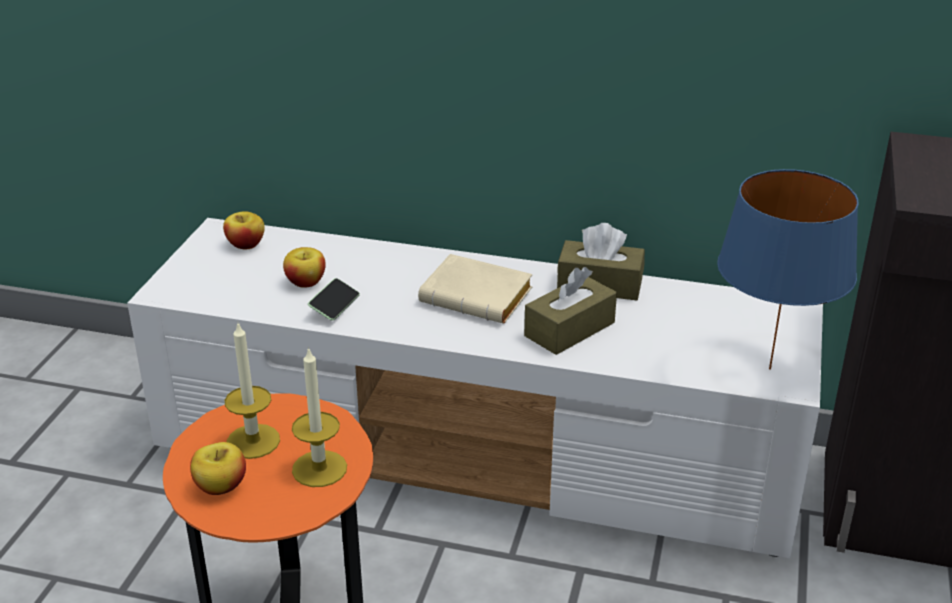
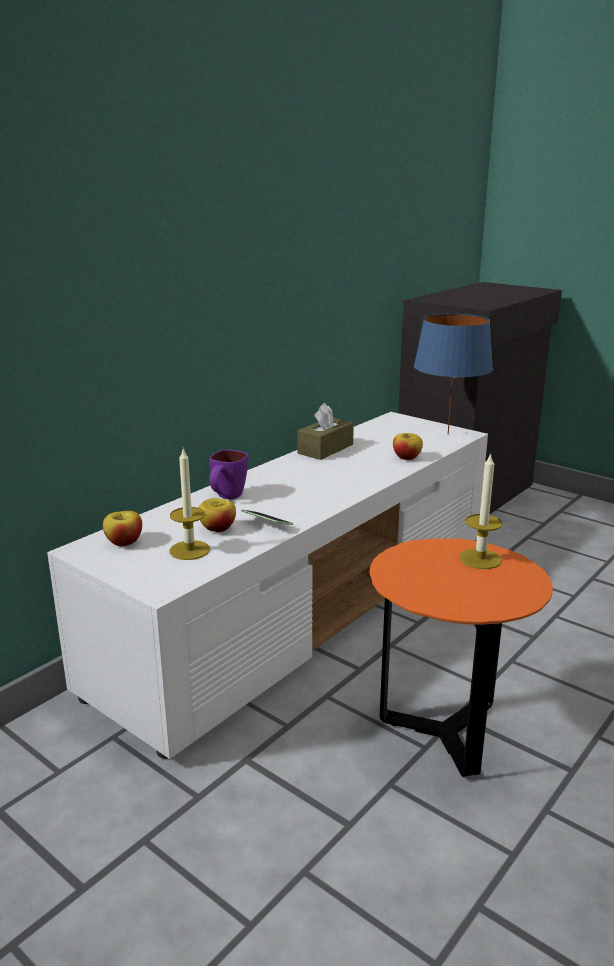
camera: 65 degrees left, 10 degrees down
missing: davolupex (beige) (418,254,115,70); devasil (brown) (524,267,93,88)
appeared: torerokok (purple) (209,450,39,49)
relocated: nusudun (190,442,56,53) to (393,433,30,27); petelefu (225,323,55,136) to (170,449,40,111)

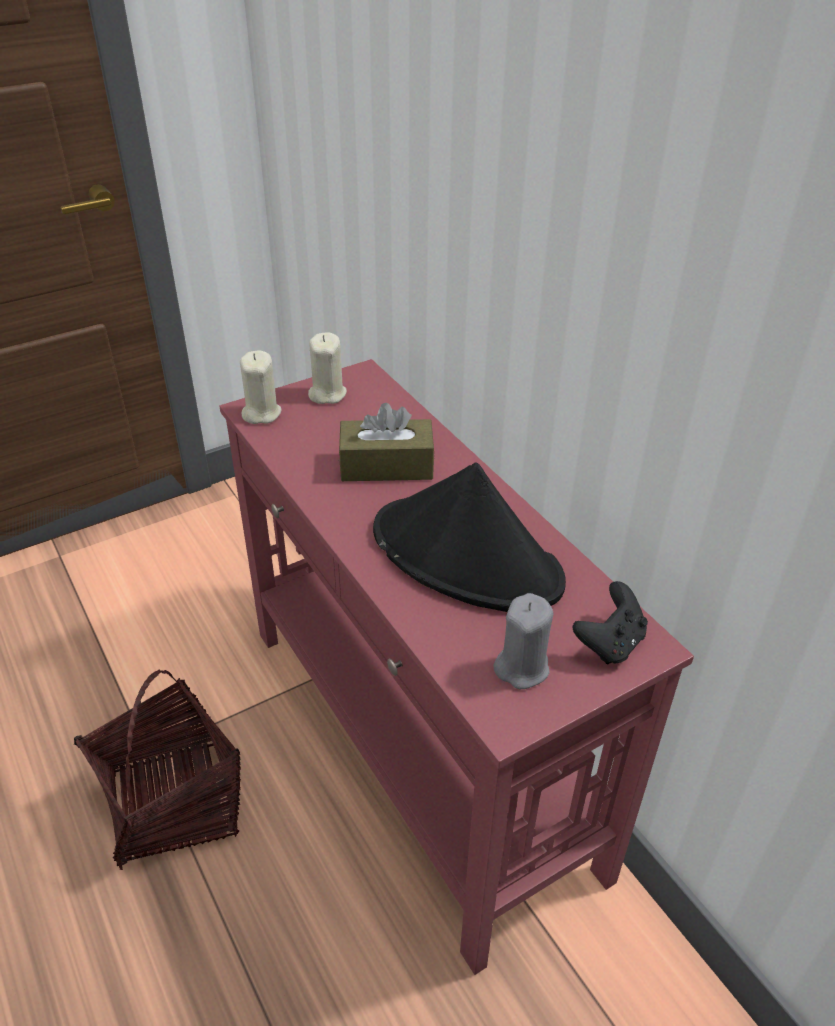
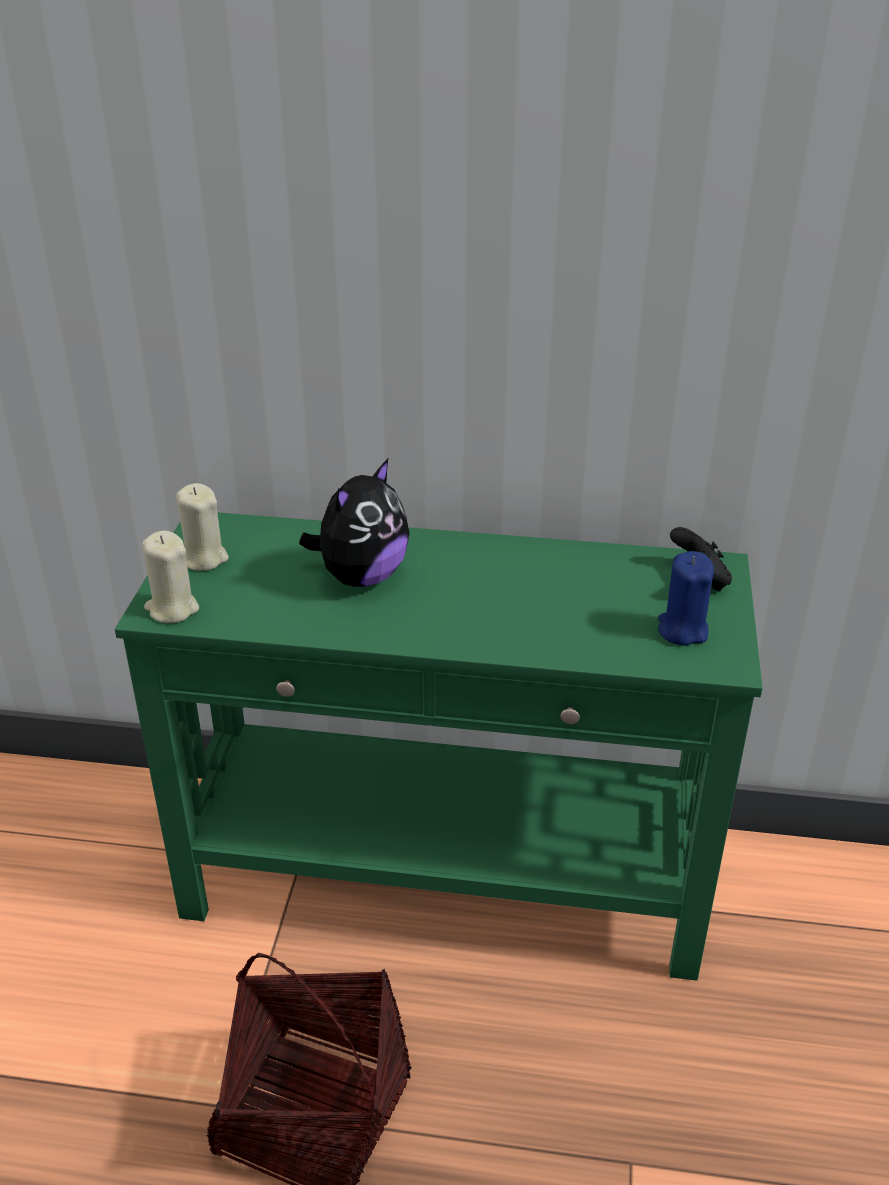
camera: 50 degrees left, 5 degrees down
missing: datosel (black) (373,462,193,150)
exchanged: devasil (brown) (339,403,96,78) to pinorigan (299,459,110,128)
colour: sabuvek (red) (220,359,474,616) to sabuvek (green) (115,512,648,469); petelefu (grey) (494,593,59,96) to petelefu (blue) (658,551,56,95)

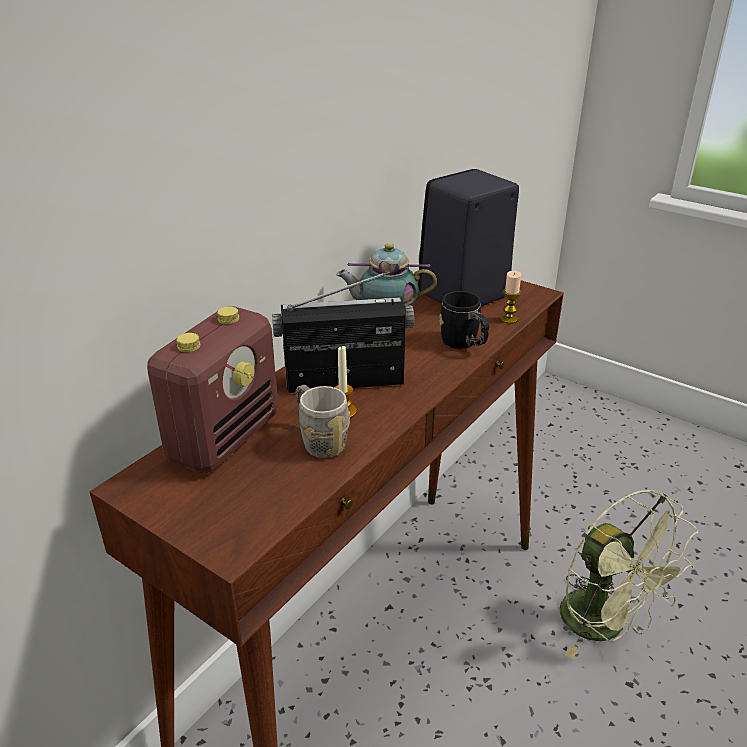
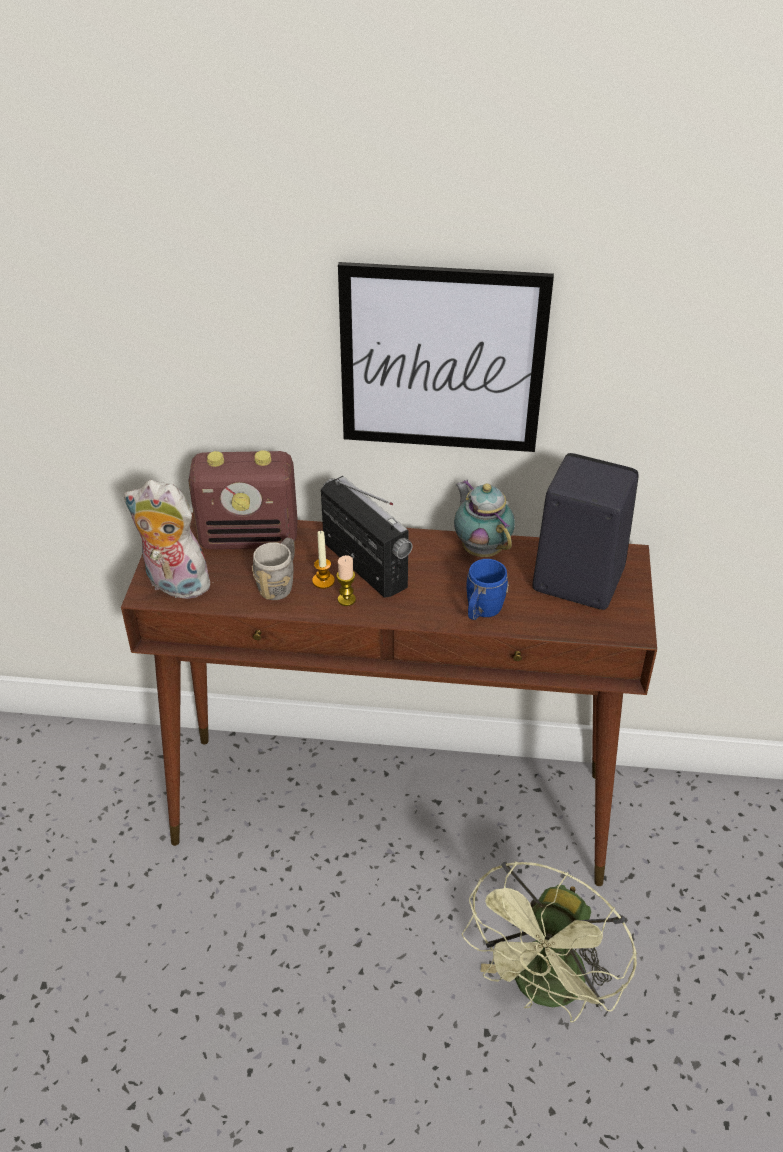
camera: 60 degrees right, 10 degrees up
appeared: pinorigan (124,480,89,119); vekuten (338,262,216,190)
relocated: petelefu (500,270,21,54) to (336,555,20,51)
colour: torerokok (black) (440,291,49,58) to torerokok (blue) (466,559,43,61)

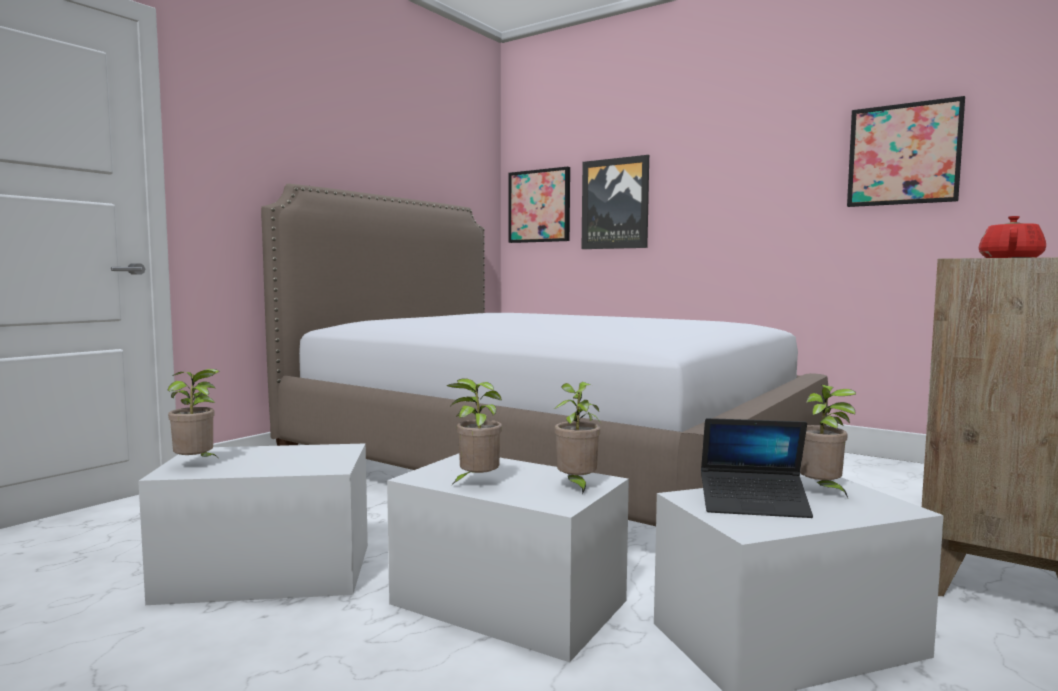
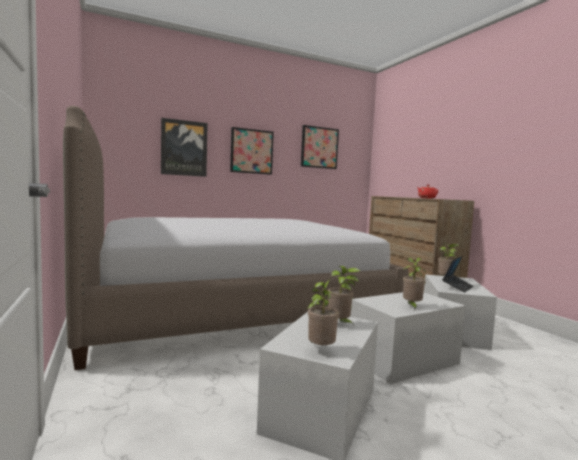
camera: 60 degrees left, 0 degrees up
relocated: vekuten (508,166,62,77) to (230,127,44,48); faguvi (554,382,47,113) to (328,266,32,59)

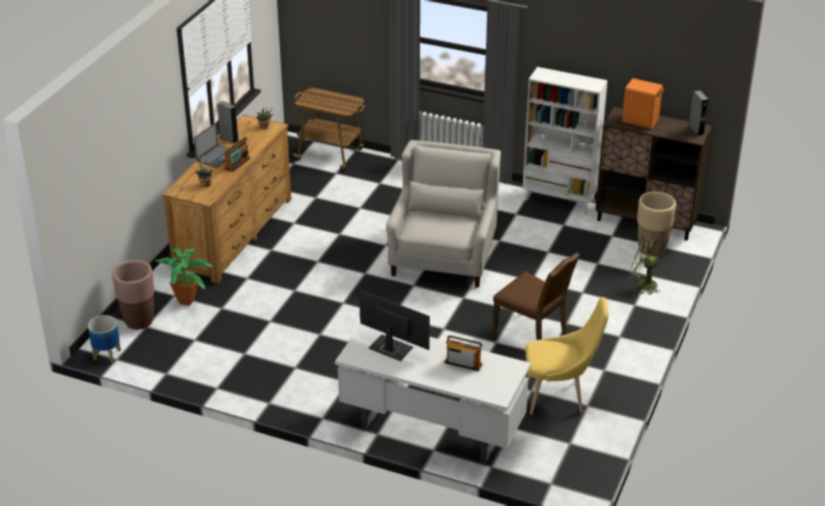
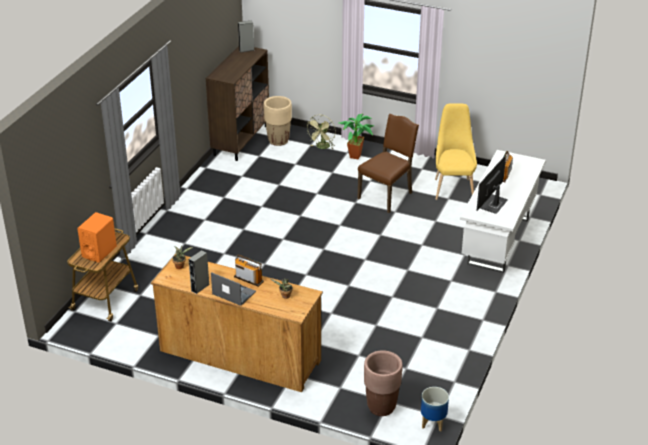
camera: 90 degrees left, 0 degrees up
missing: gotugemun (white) (386,140,115,148); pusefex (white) (523,67,85,148)
relocated: faguvi (155,248,57,58) to (339,114,36,46); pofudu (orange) (622,78,42,51) to (77,212,40,51)

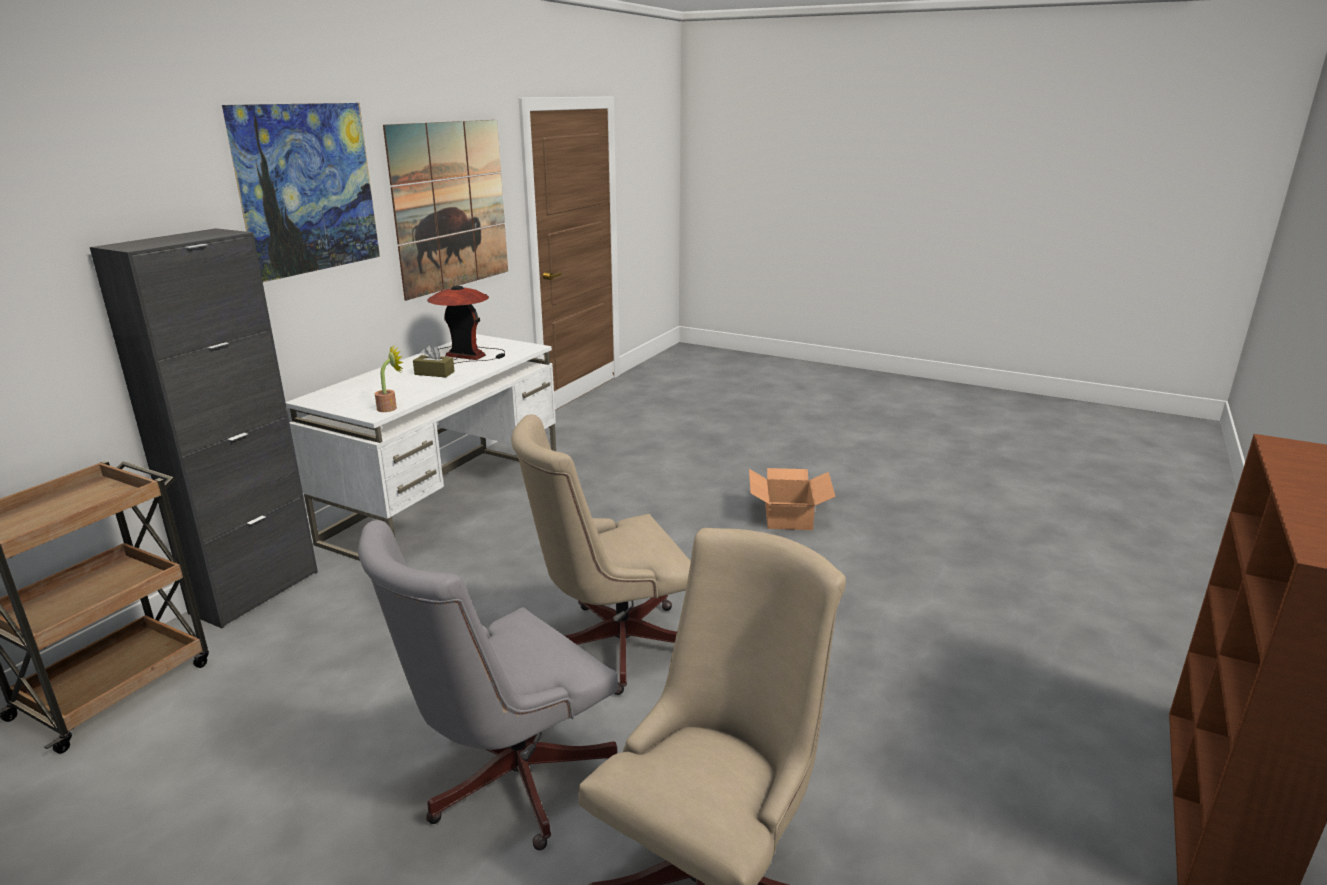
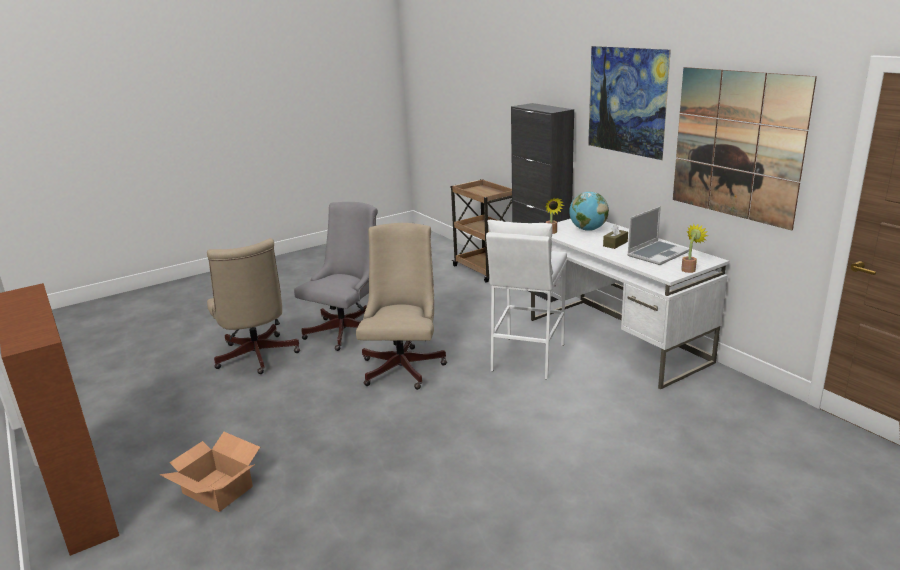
camera: 120 degrees right, 0 degrees up
appeared: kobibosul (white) (486,220,81,159); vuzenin (569,192,40,39); faguvi (681,223,27,50)
relocated: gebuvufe (749,468,86,62) to (159,432,101,80)
exchanged: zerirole (427,286,78,78) to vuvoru (627,206,62,59)
spun: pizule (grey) (358,520,260,330) = (294,202,84,149) 45 degrees clockwise

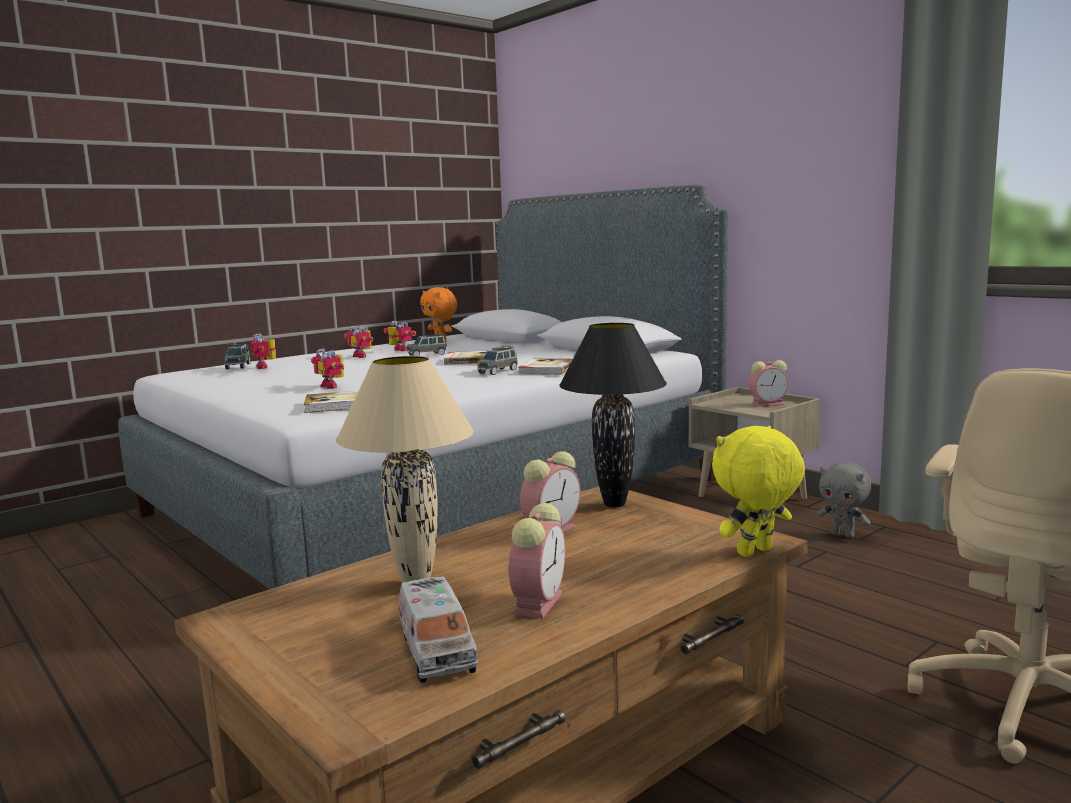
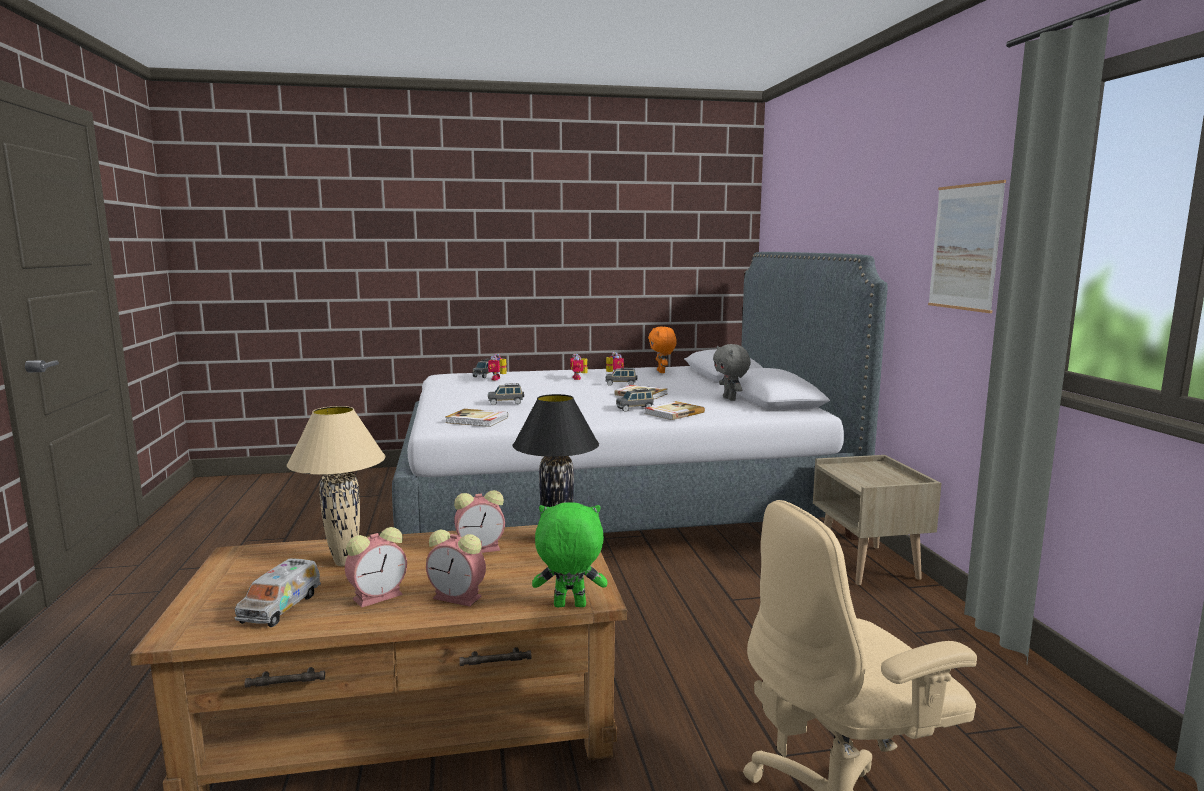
camera: 30 degrees right, 0 degrees up
appeared: vekuten (928,180,78,133)
relocated: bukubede (749,360,39,47) to (426,529,60,77); pinorigan (grey) (817,462,54,76) to (713,344,38,57)
exchanged: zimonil (311,349,33,40) to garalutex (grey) (488,383,36,22)
colour: pinorigan (yellow) (712,426,93,131) to pinorigan (green) (532,503,75,104)

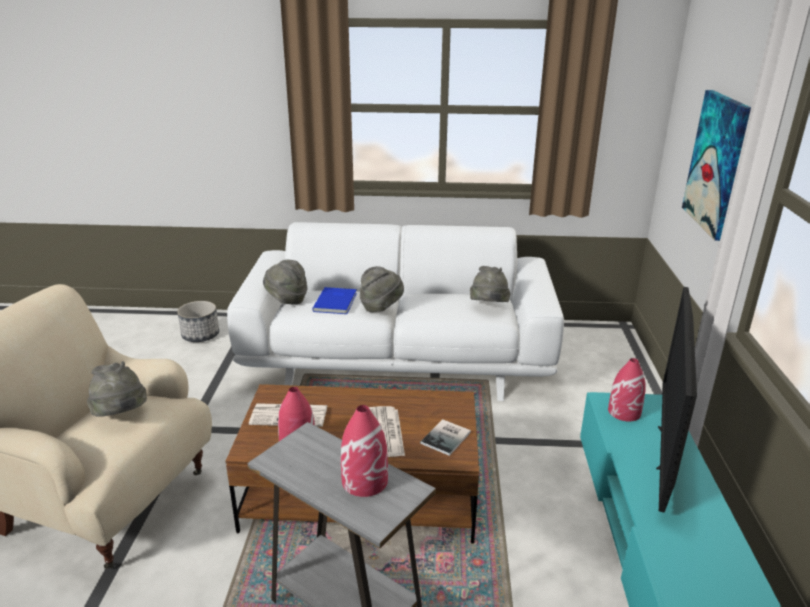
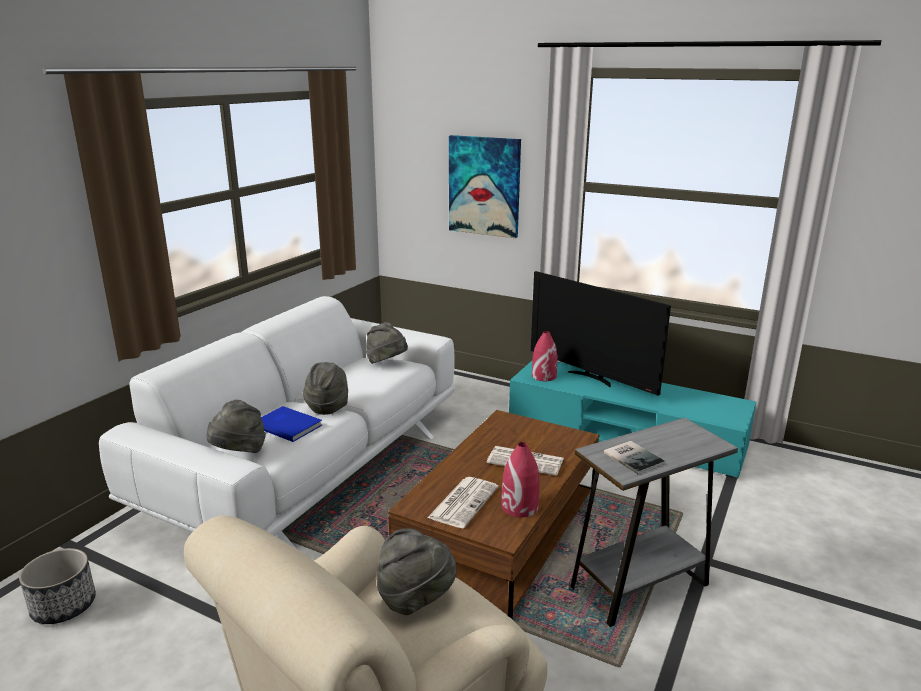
camera: 65 degrees left, 5 degrees down
missing: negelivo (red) (341,405,47,92)
relocated: davolupex (420,419,51,37) to (604,441,61,33)

